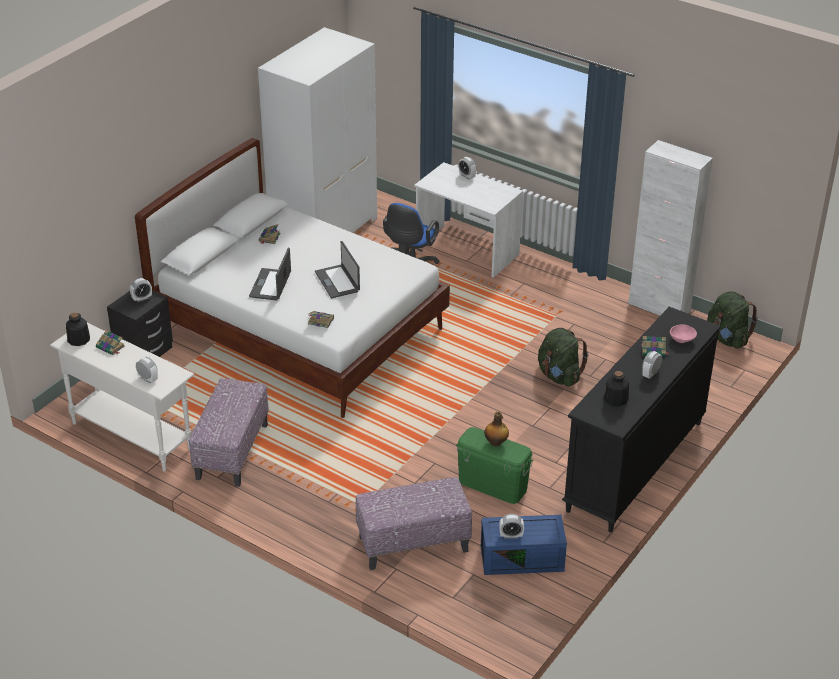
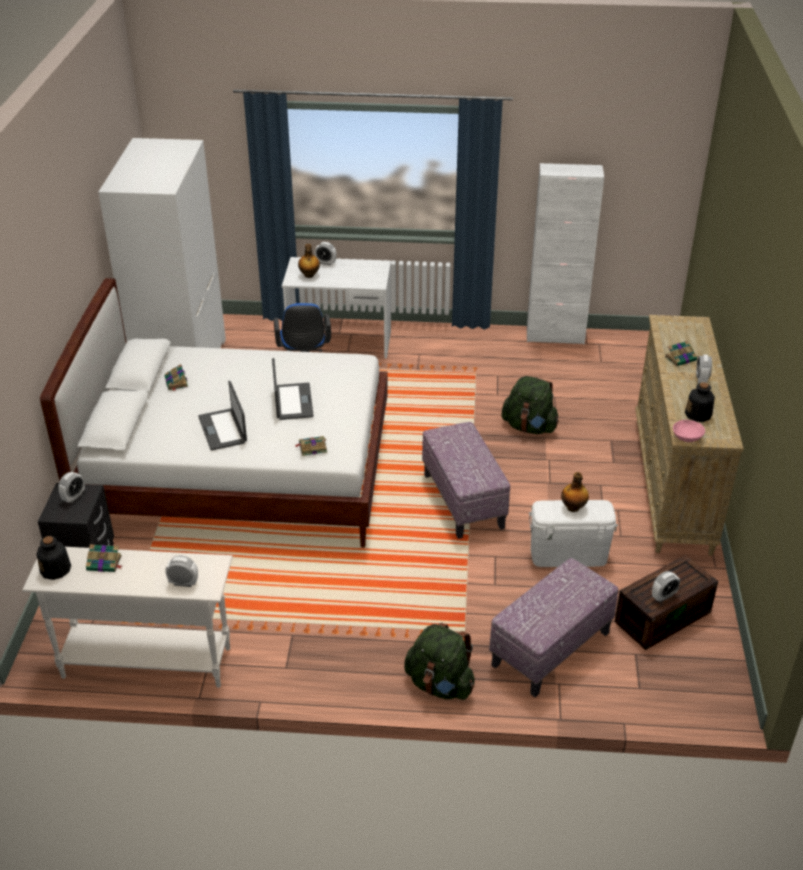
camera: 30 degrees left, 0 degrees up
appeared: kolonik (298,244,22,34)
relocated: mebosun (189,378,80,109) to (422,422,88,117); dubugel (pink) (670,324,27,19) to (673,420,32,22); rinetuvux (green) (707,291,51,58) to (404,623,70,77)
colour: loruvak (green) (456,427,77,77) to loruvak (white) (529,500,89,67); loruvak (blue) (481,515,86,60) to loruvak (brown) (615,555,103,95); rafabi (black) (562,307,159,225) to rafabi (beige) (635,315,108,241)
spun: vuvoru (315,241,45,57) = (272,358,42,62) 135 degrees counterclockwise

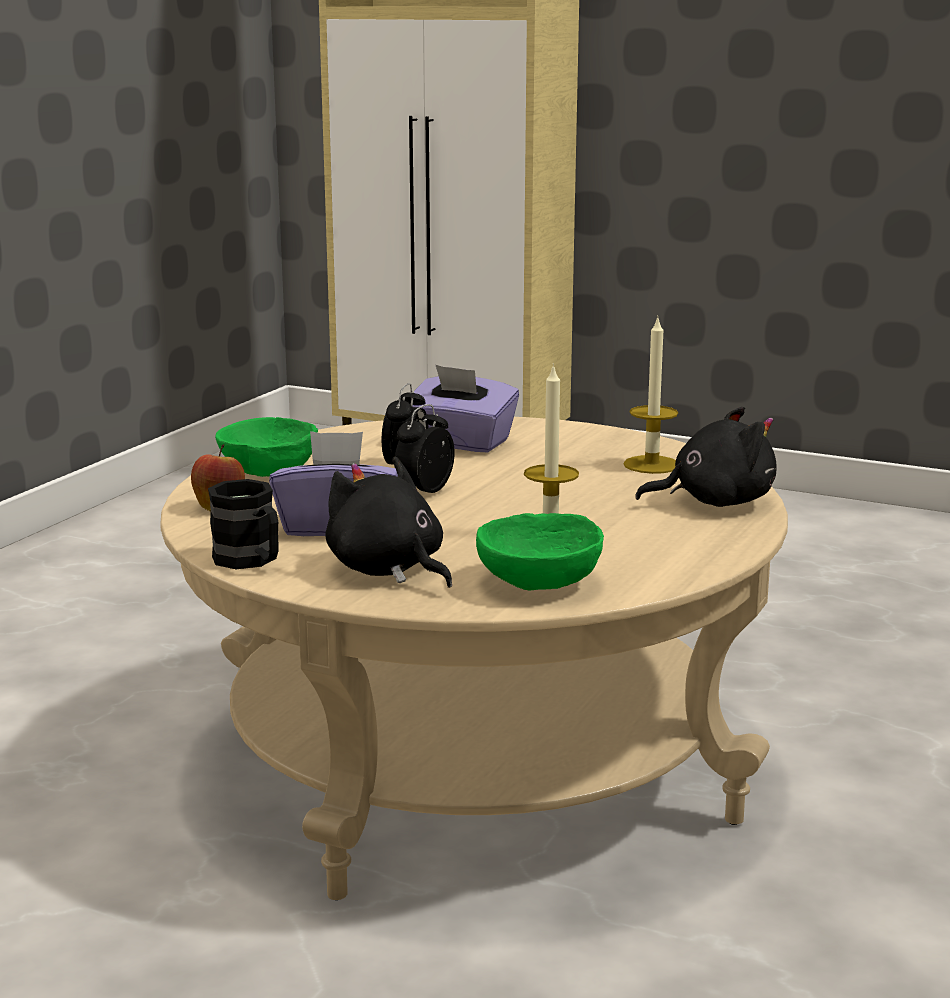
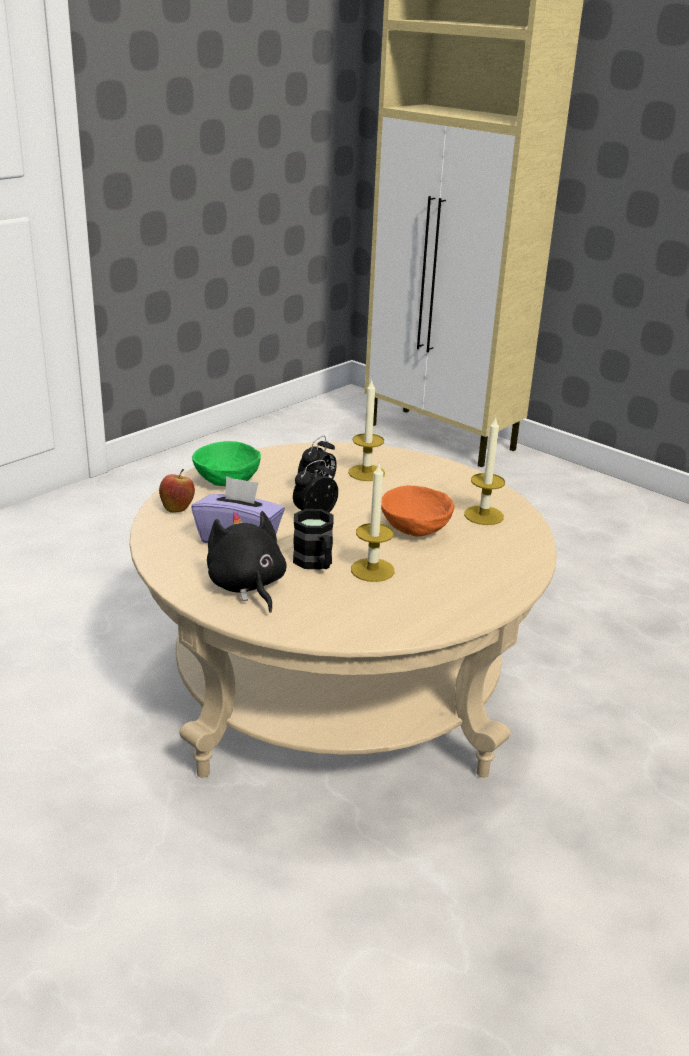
camera: 15 degrees right, 10 degrees up
missing: dubugel (green) (476,513,128,77); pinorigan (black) (635,407,142,100)
appeared: dubugel (orange) (381,485,74,51)
relocated: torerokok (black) (208,479,70,90) to (293,509,41,60)
exchanged: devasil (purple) (412,365,107,87) to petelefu (348,379,37,102)

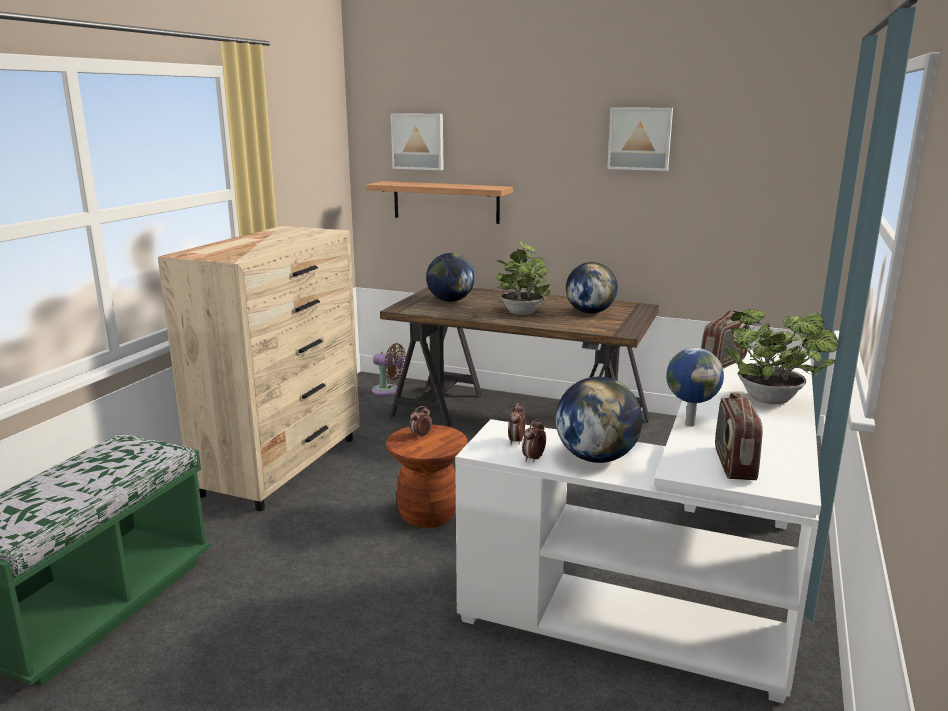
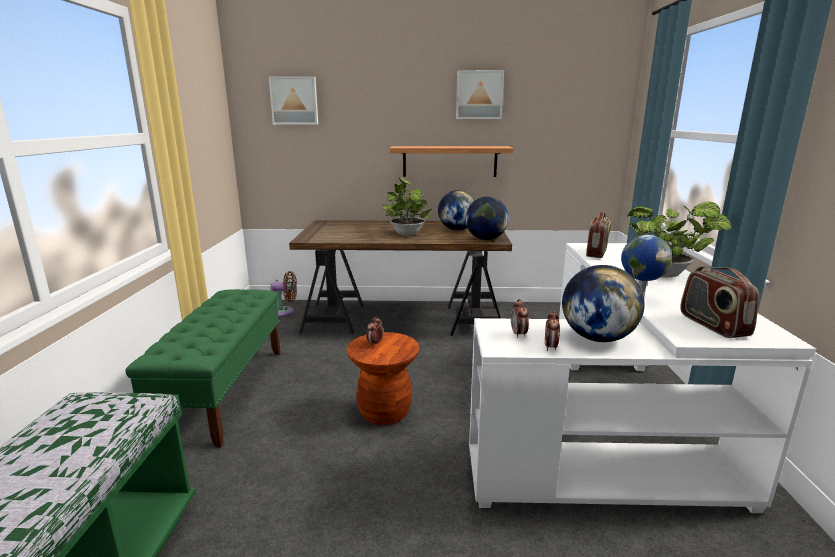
camera: 20 degrees left, 0 degrees up
relocated: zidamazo (366,181,147,43) to (390,146,124,31); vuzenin (426,253,49,49) to (465,196,44,44)
exchanged: rafabi (beige) (158,226,202,285) to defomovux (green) (125,289,156,158)

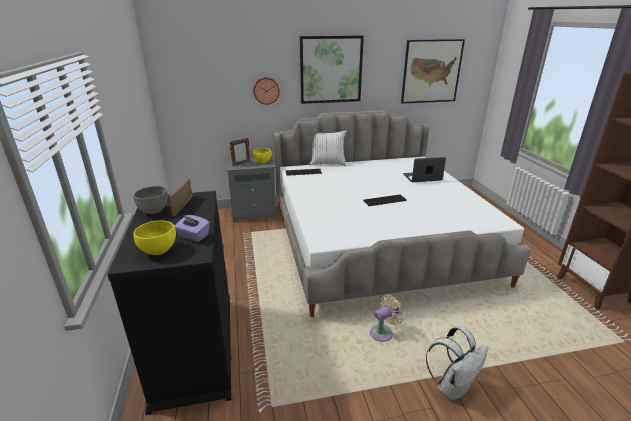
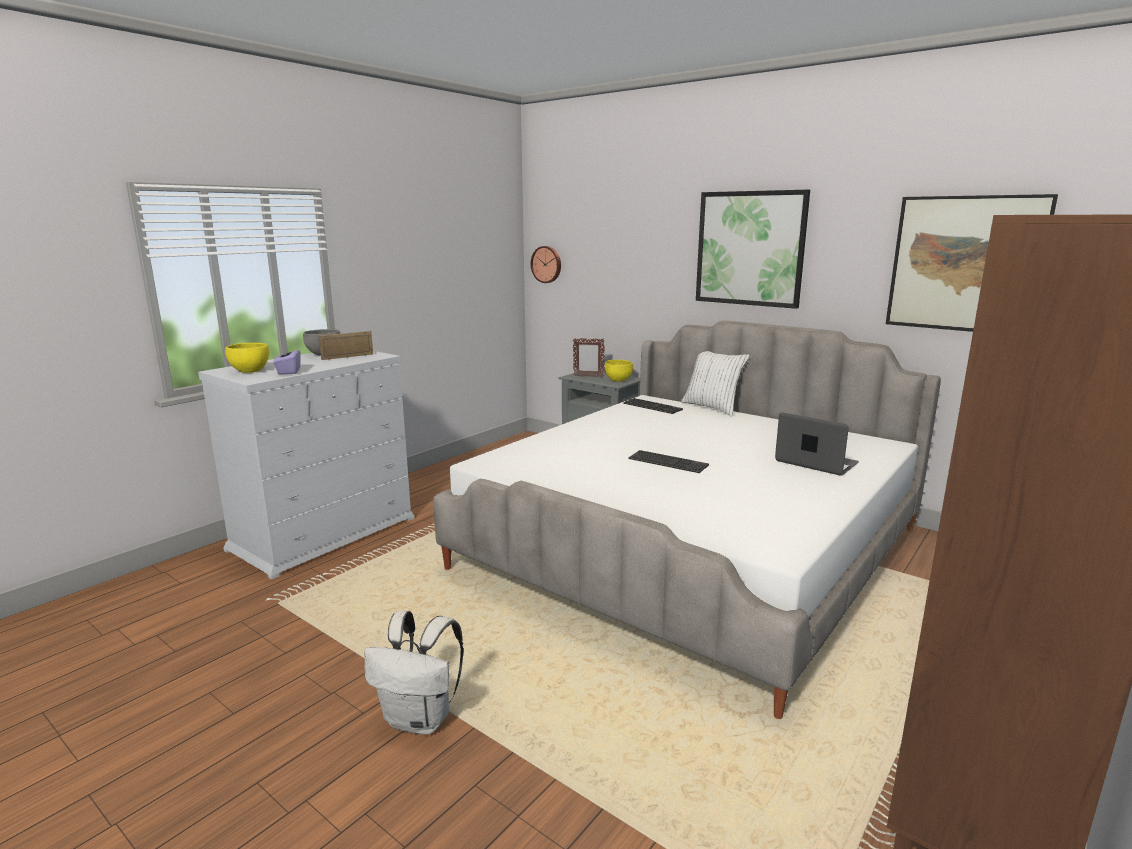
camera: 50 degrees right, 10 degrees down
missing: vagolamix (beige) (370,294,34,48)
relocated: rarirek (253,77,27,28) to (531,246,30,37)
colour: rafabi (black) (107,191,125,224) to rafabi (white) (198,351,217,229)

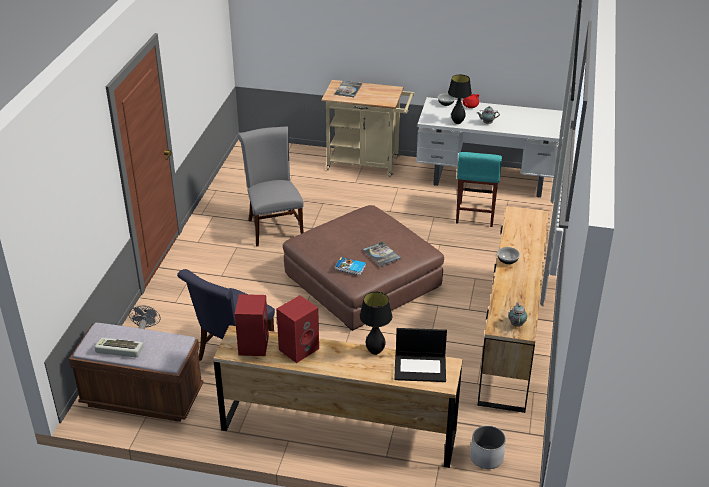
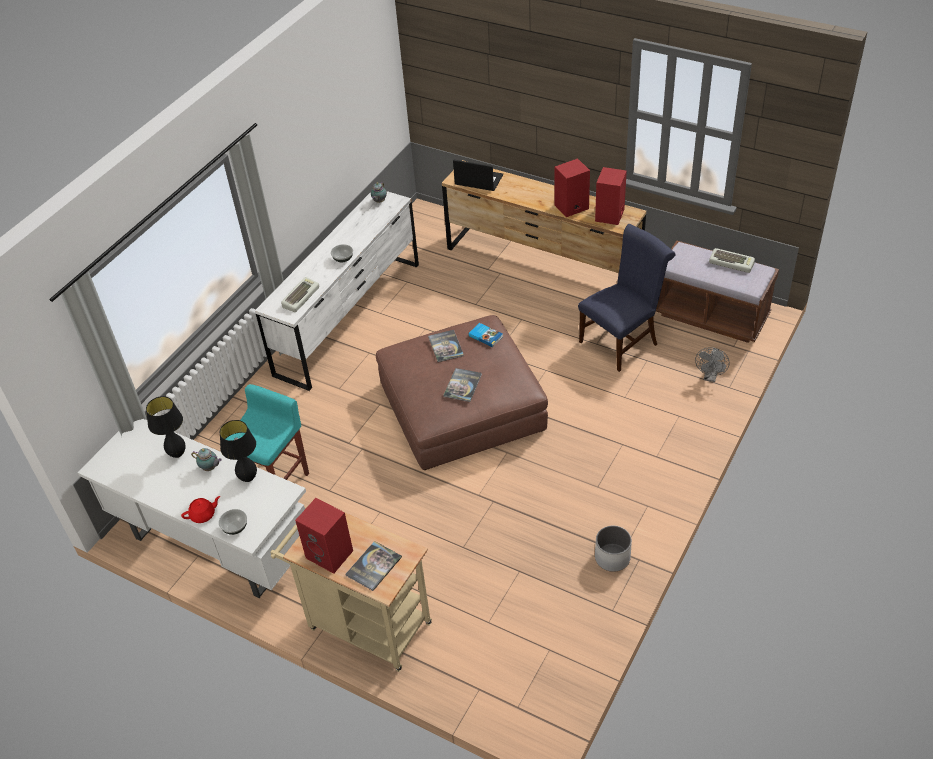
camera: 160 degrees left, 10 degrees up
missing: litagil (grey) (237,126,67,121)
appeared: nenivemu (281,277,38,35); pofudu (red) (295,498,58,76); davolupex (443,368,39,34)
relocated: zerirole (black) (359,292,33,63) to (146,396,40,62); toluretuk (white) (470,426,36,43) to (595,526,37,46)
colour: rafabi (brown) (478,206,71,207) to rafabi (white) (255,191,164,200)

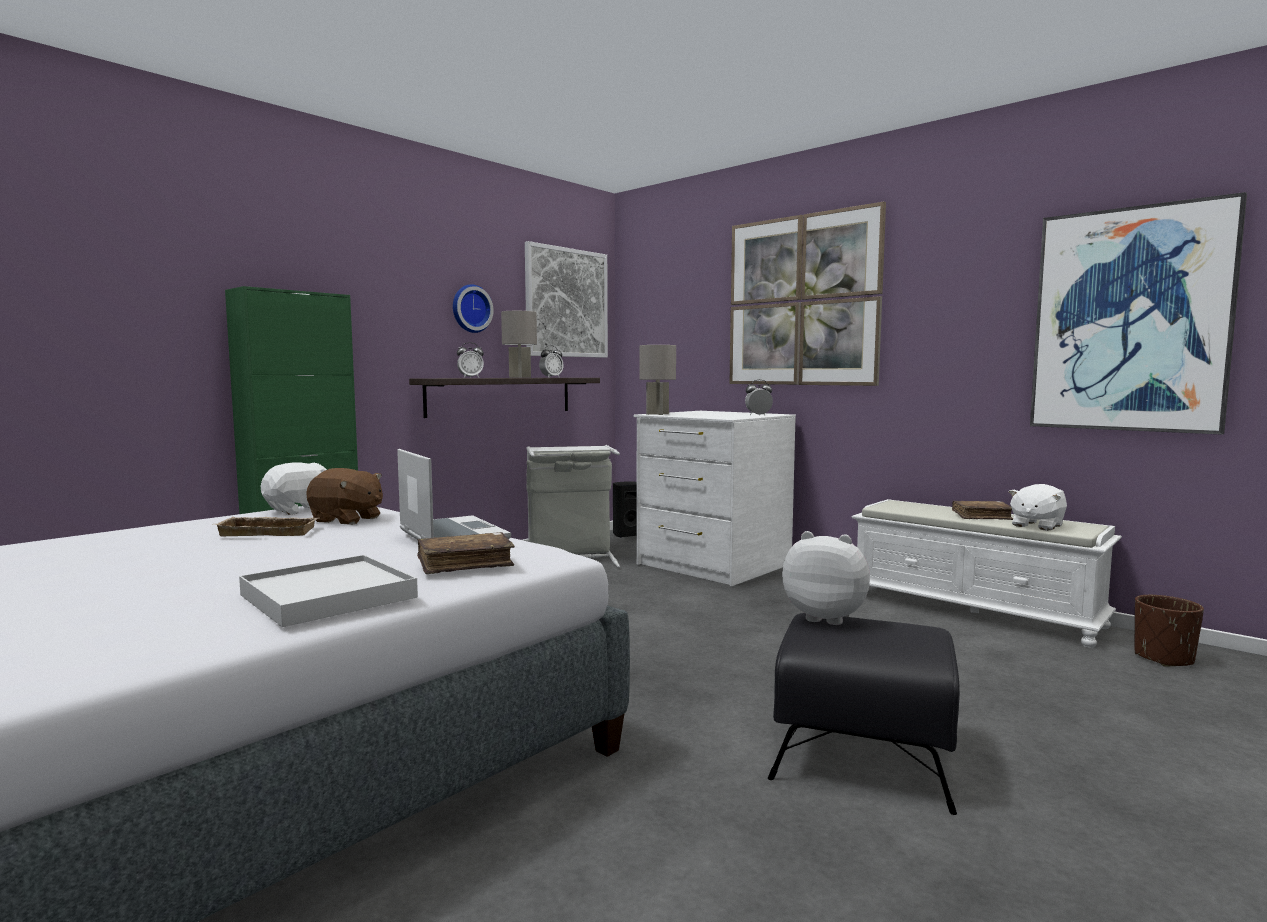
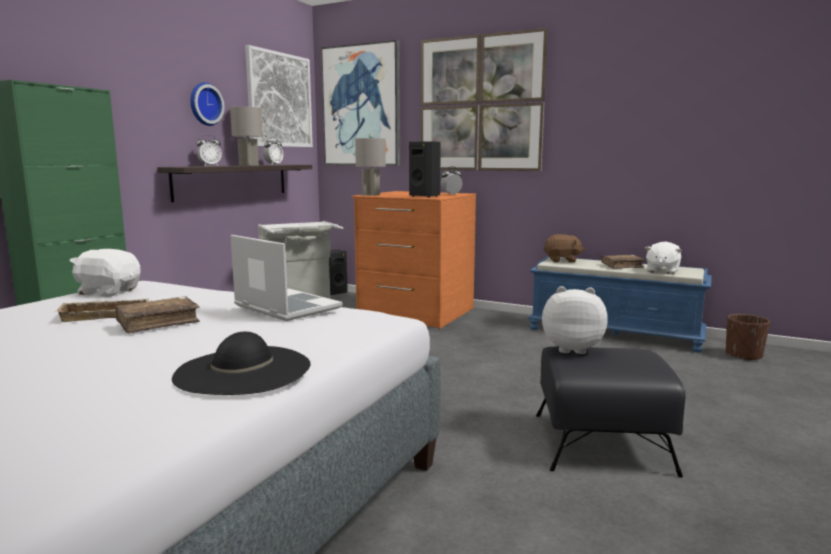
camera: 15 degrees left, 5 degrees up
appeared: pofudu (black) (409,142,32,55)
relocated: pinorigan (brown) (306,468,77,57) to (544,234,40,29); davolupex (brown) (417,532,98,42) to (115,296,85,38); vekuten (1030,192,217,243) to (321,40,80,126)
exchanged: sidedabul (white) (239,555,179,72) to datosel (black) (172,332,139,63)
colour: rafabi (white) (634,411,162,176) to rafabi (orange) (352,191,124,138); defomovux (white) (852,499,270,149) to defomovux (blue) (528,256,184,97)
spun: pinorigan (white) (261,462,66,53) = (70,249,71,48) 105 degrees counterclockwise

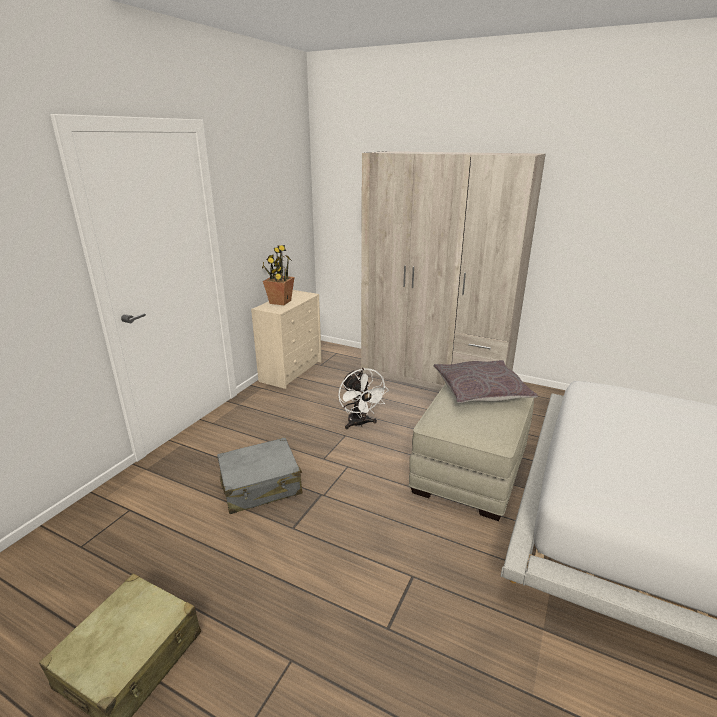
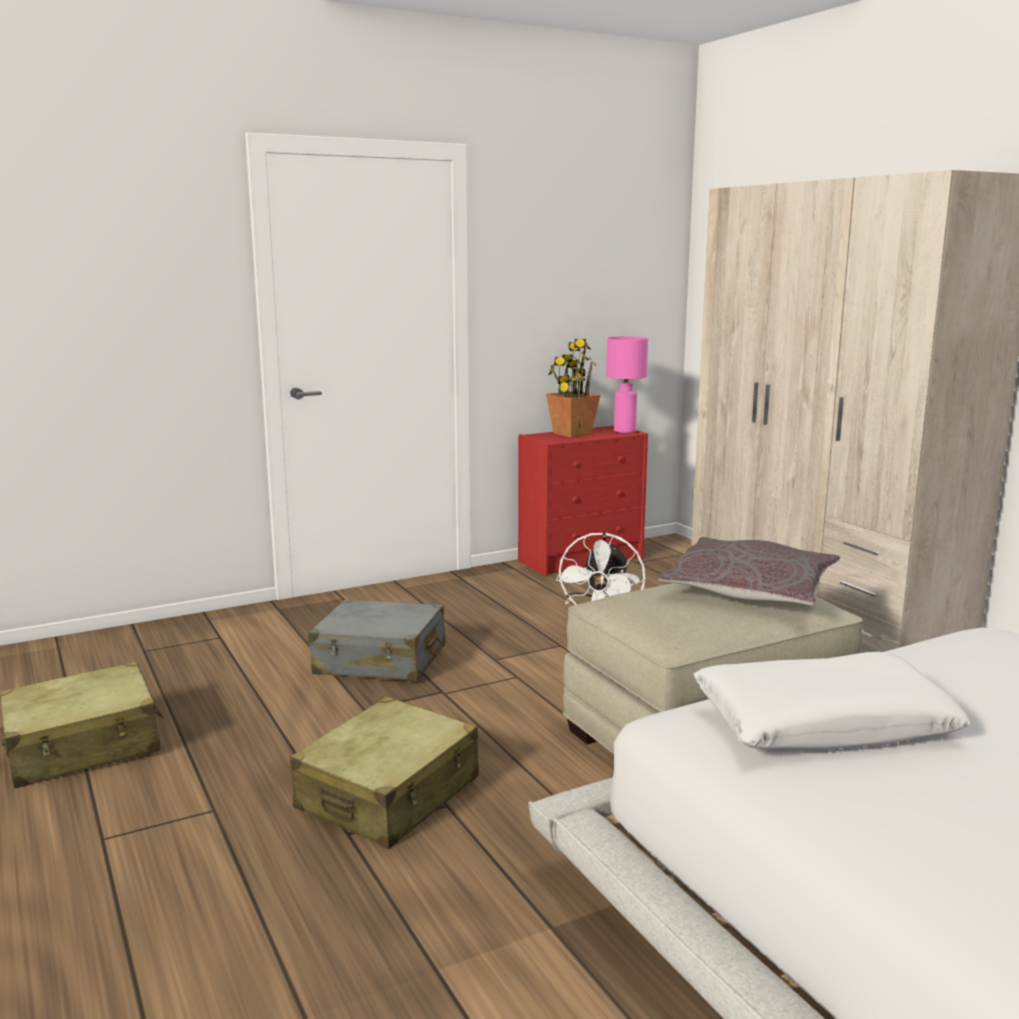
camera: 35 degrees right, 10 degrees down
appeared: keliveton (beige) (290,697,189,152); zerirole (pink) (606,336,42,97); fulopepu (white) (694,652,277,98)
colour: rafabi (beige) (251,290,71,99) to rafabi (red) (518,426,130,151)

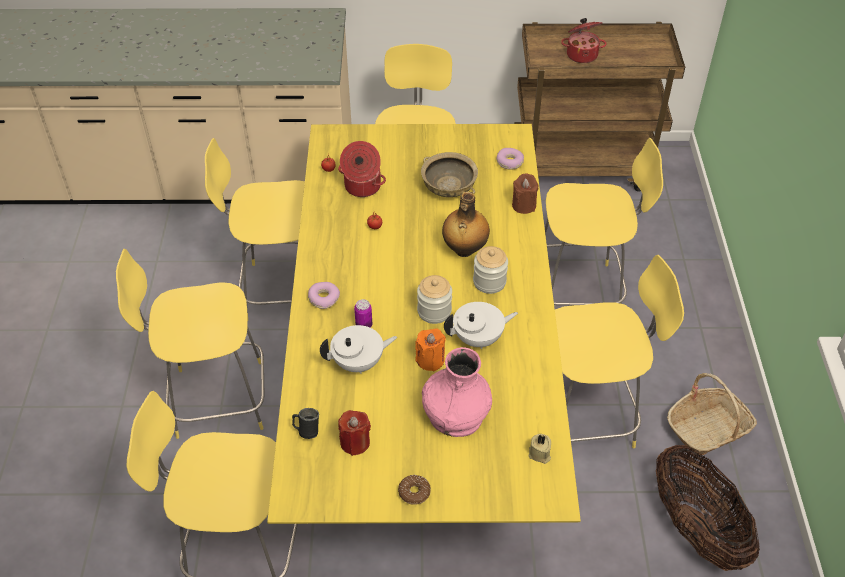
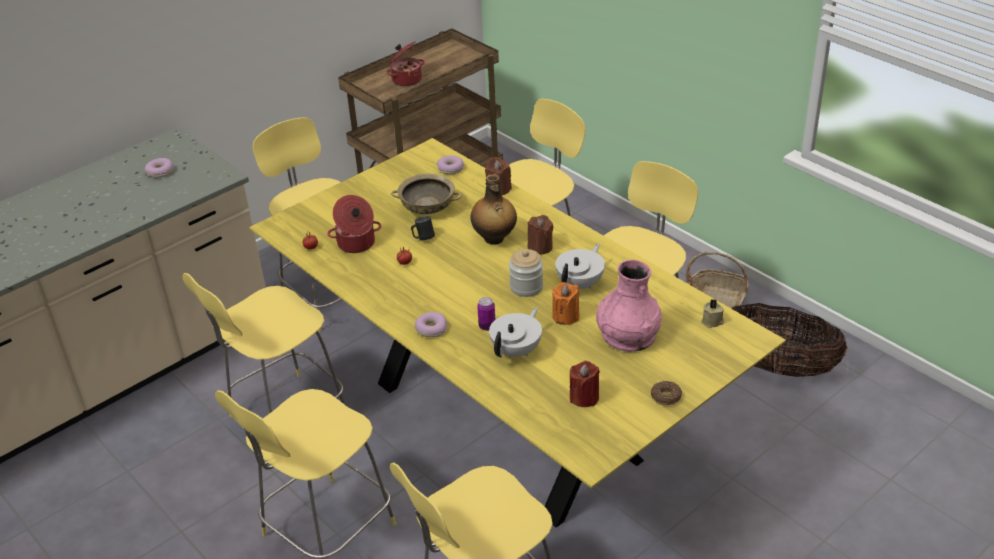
camera: 40 degrees left, 10 degrees down
appeared: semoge (145,158,29,20)
relocated: torerokok (black) (292,408,27,31) to (411,216,24,24)
exchanged: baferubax (473,246,35,48) to petelefu (brown) (528,215,26,39)

